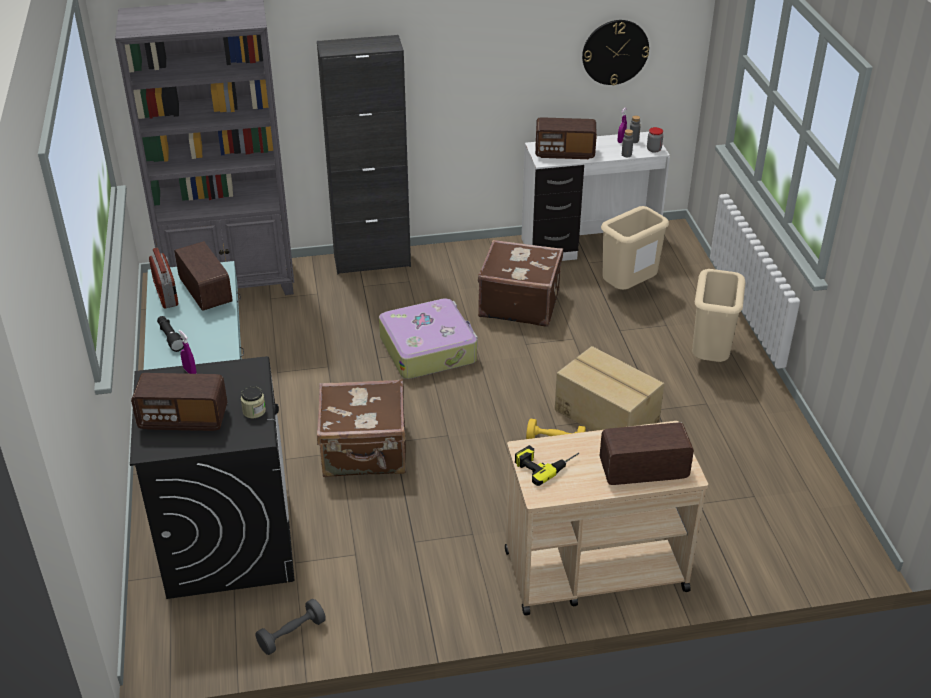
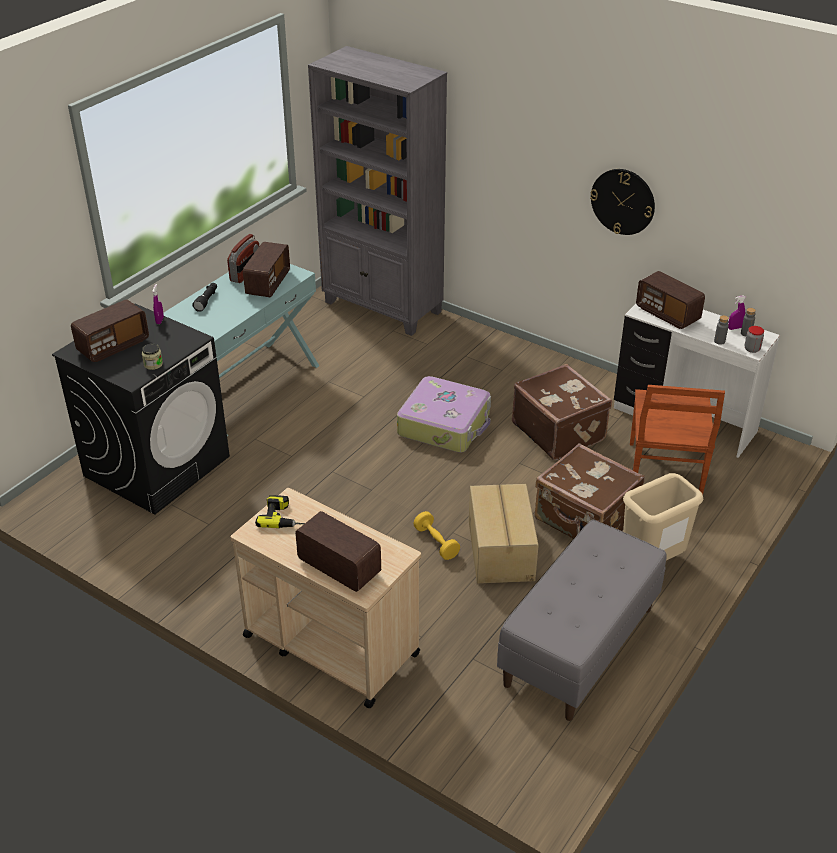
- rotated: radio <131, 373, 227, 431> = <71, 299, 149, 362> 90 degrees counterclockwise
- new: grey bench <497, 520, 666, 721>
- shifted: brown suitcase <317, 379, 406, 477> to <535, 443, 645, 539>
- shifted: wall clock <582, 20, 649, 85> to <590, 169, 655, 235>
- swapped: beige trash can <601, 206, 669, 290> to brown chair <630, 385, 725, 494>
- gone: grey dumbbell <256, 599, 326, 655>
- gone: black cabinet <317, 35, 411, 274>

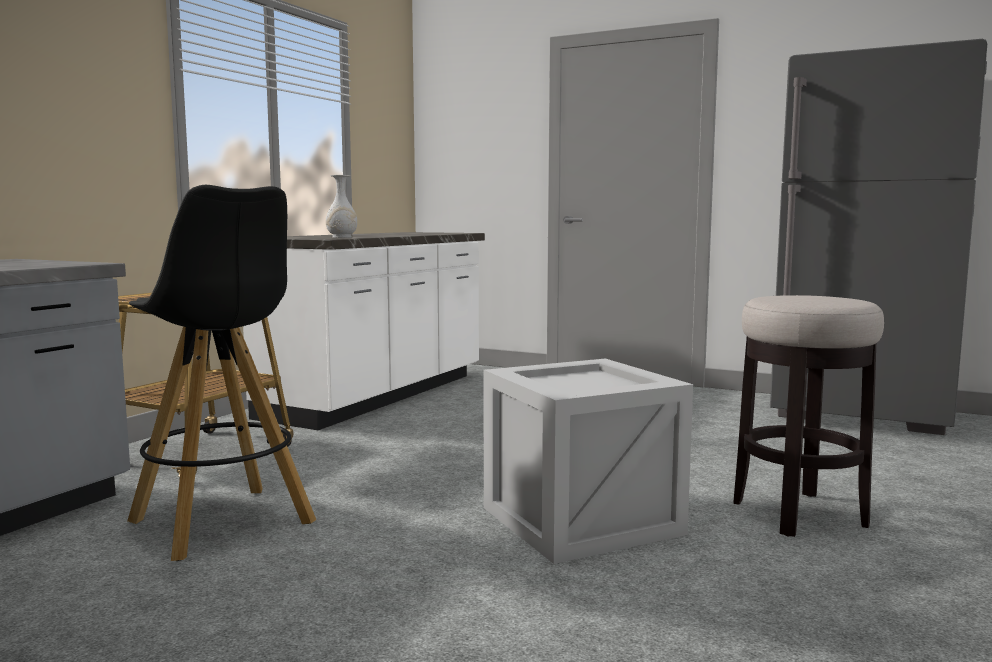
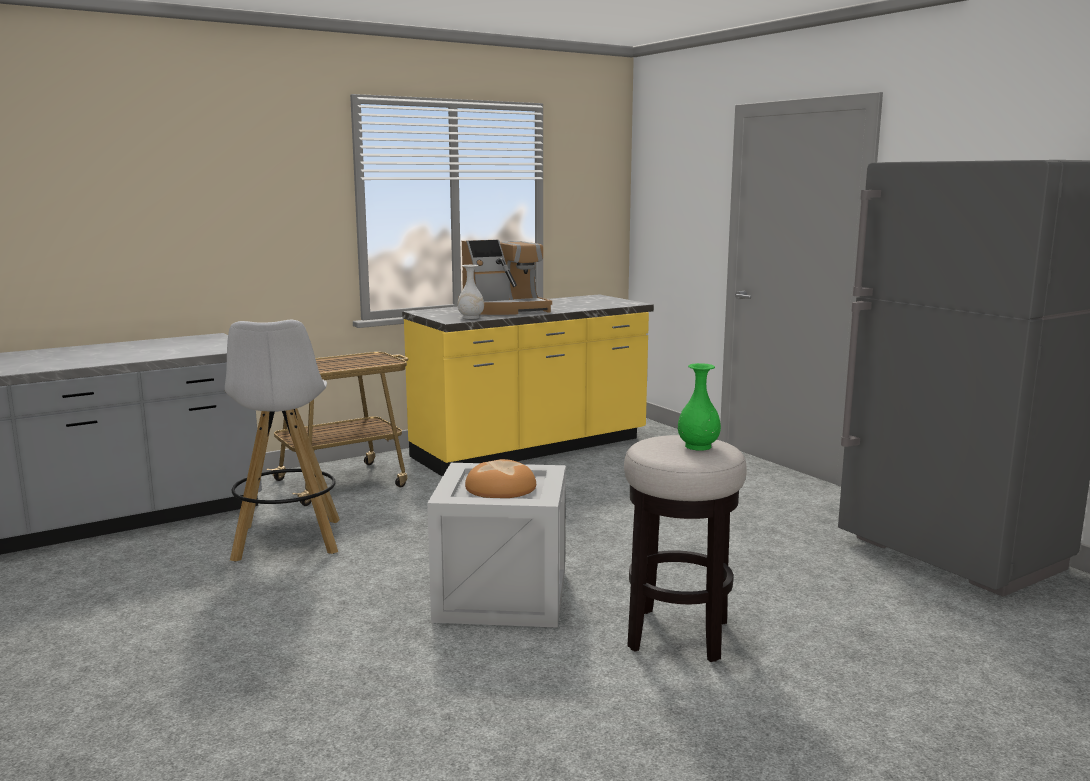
- repainted: black stool <128, 185, 316, 561> to white stool <225, 320, 340, 561>
- repainted: white counter <243, 232, 485, 430> to yellow counter <402, 294, 654, 476>
- new: coffee machine <458, 240, 552, 315>
- new: bread <465, 459, 536, 498>
- new: green vase <678, 363, 721, 451>

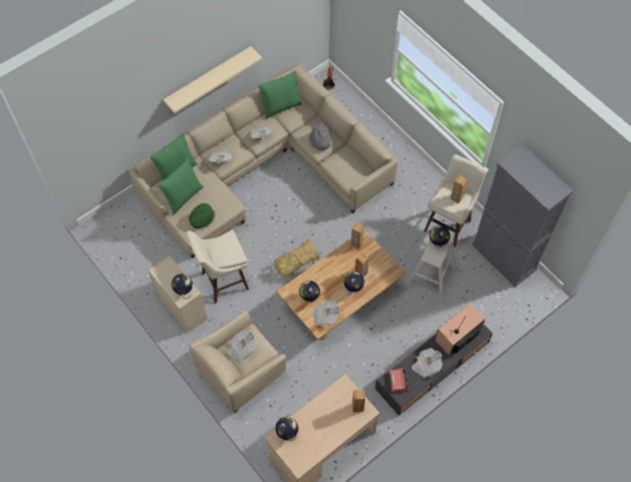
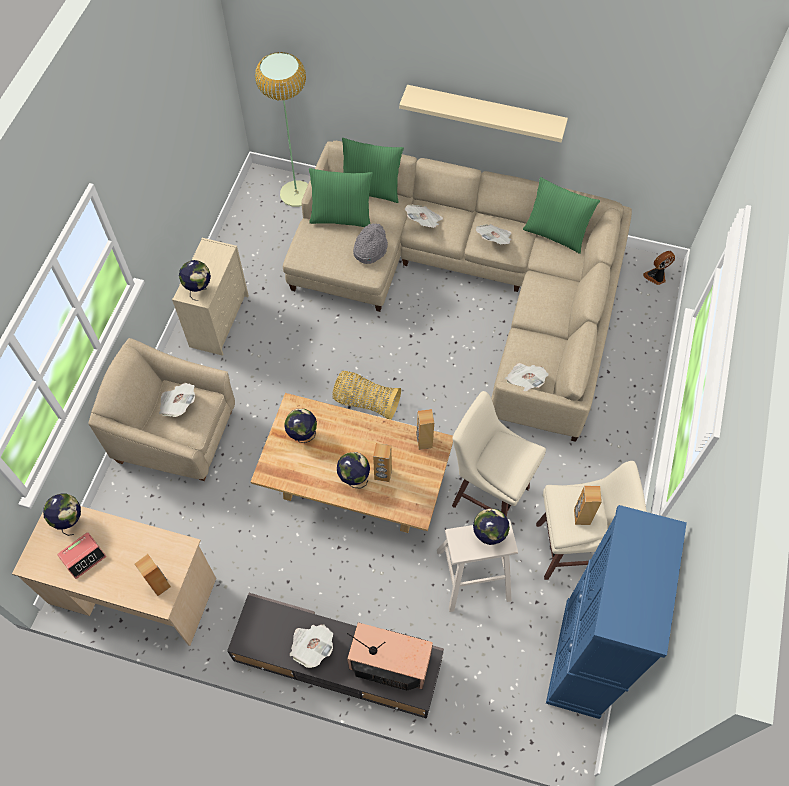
- shifted: alarm clock <389, 368, 410, 392> to <57, 532, 106, 579>
- new: floor lamp <255, 52, 308, 207>
- shifted: grey hat <309, 123, 331, 150> to <353, 223, 388, 264>
- shifted: beige stool <186, 230, 249, 303> to <452, 391, 546, 517>
- shifted: newspaper <312, 301, 340, 326> to <504, 363, 549, 391>
- repainted: grey cabinet <472, 145, 573, 287> to blue cabinet <546, 505, 687, 719>
- gone: green hat <189, 203, 215, 229>

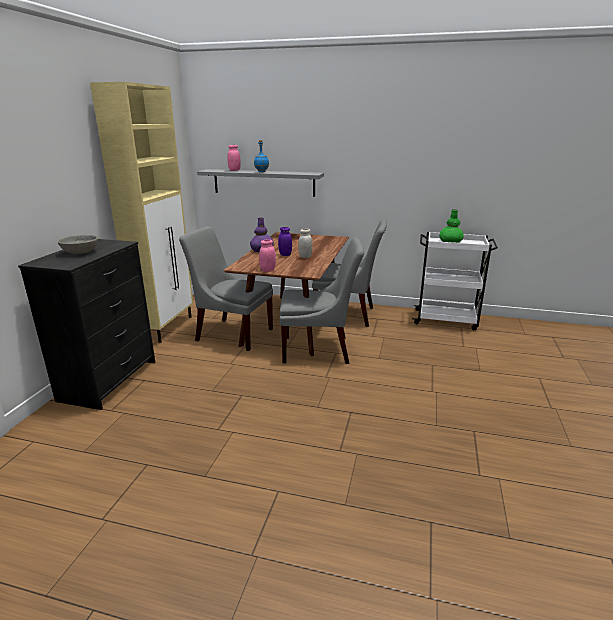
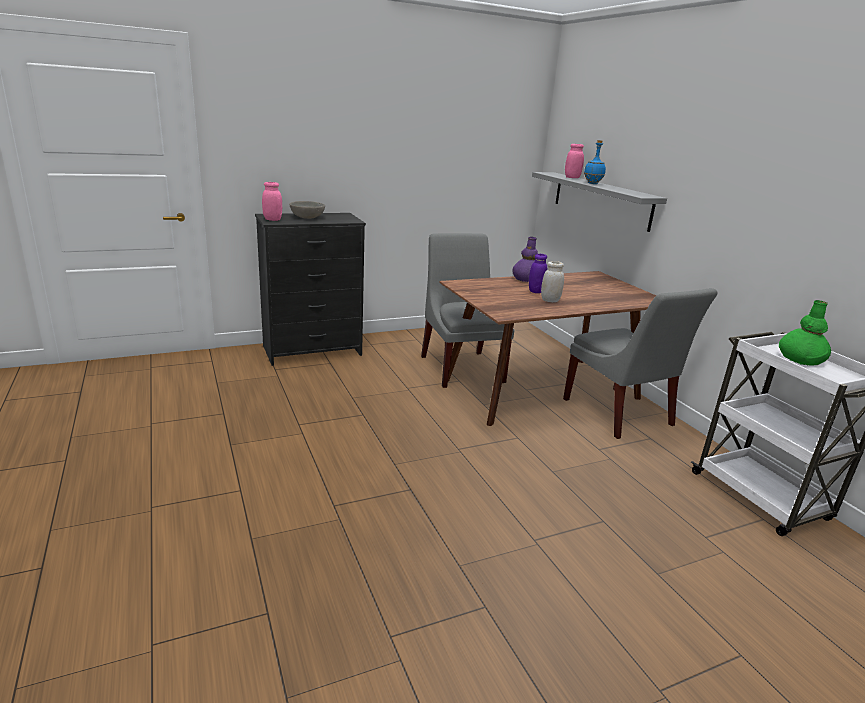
- shifted: pink jar <259, 239, 276, 272> to <262, 182, 282, 221>
- gone: beige cabinet <90, 82, 193, 343>
- gone: grey chair <280, 237, 364, 364>

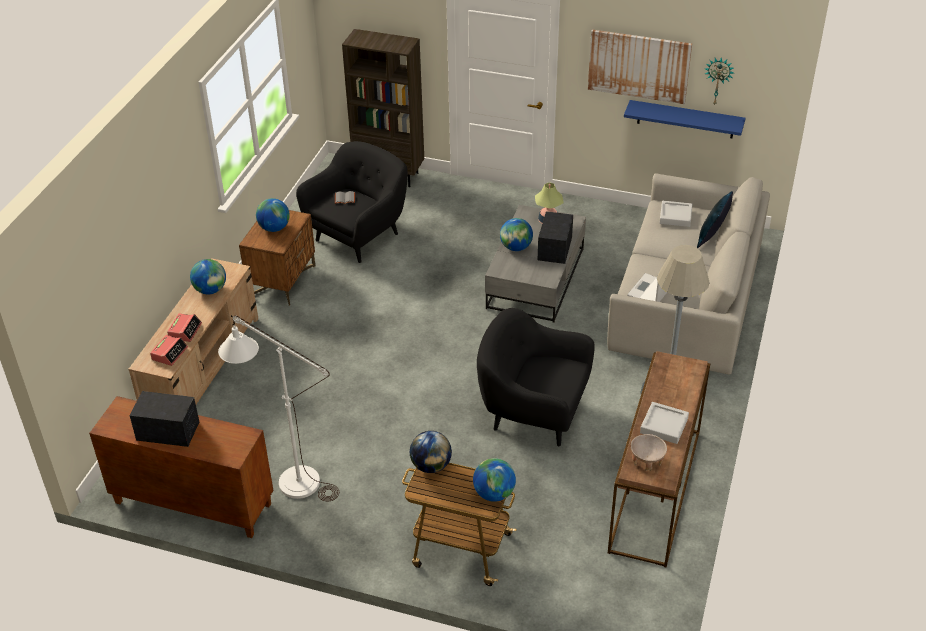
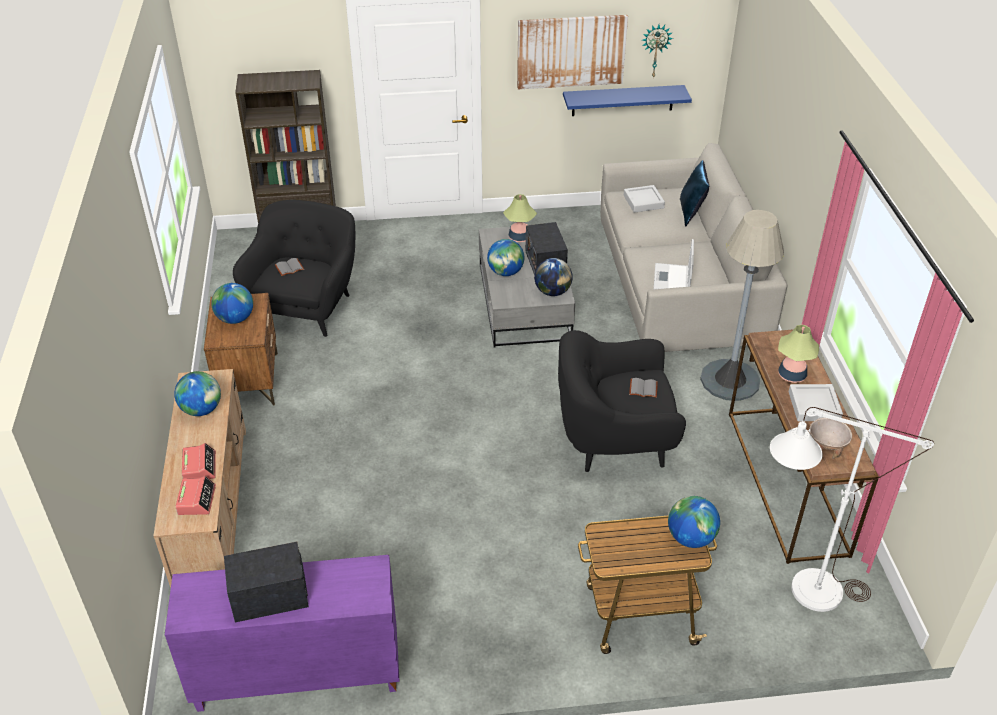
- repainted: brown cabinet <89, 396, 273, 538> to purple cabinet <165, 555, 400, 712>
- shifted: globe <410, 431, 452, 473> to <534, 258, 573, 296>
- new: grey book <629, 378, 658, 398>
- shifted: white floor lamp <218, 316, 339, 501> to <770, 407, 934, 612>
- new: table lamp <778, 325, 819, 383>

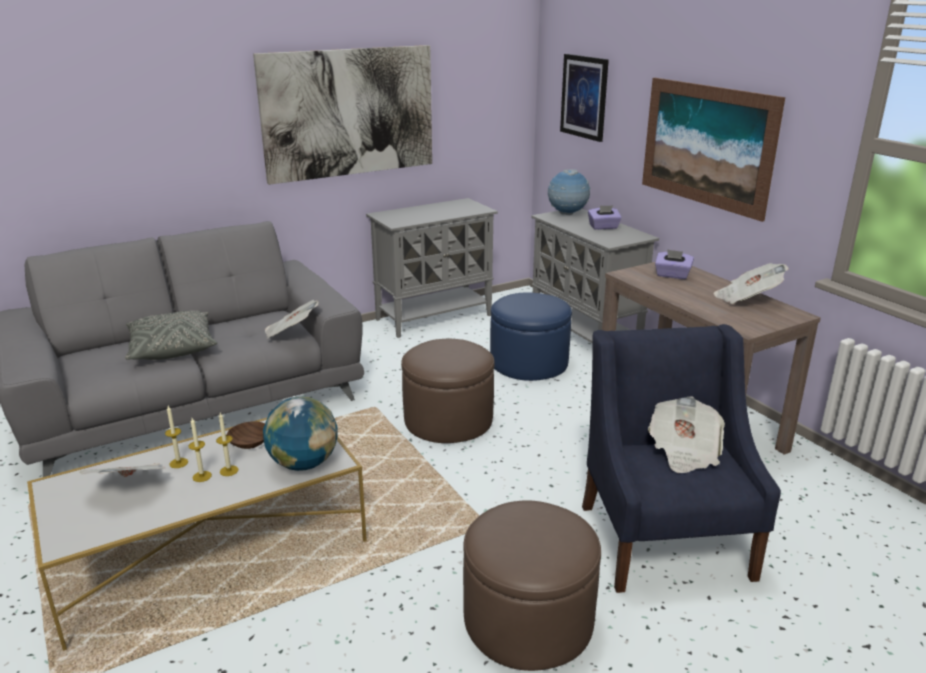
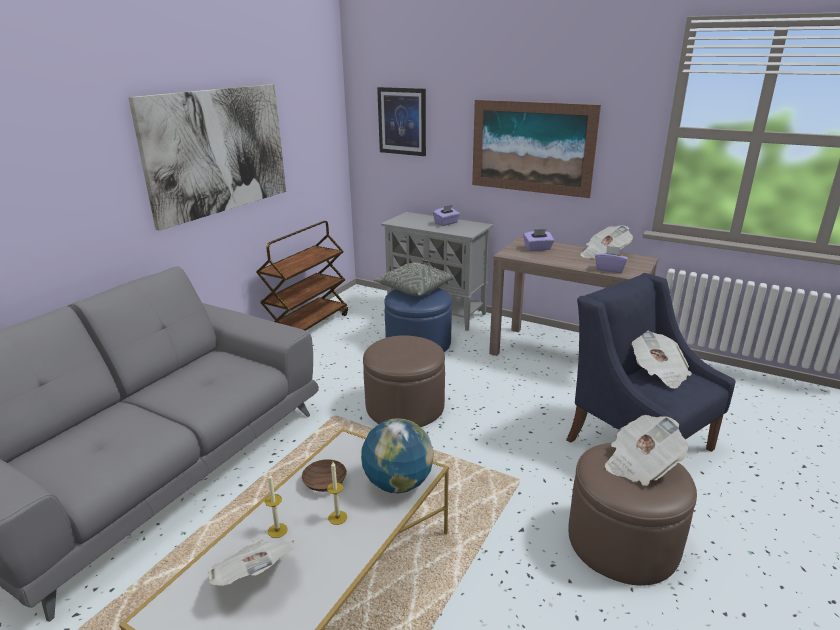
- swapped: grey cabinet <366, 198, 498, 338> to brown cart <256, 221, 348, 331>
- shifted: grey pillow <125, 311, 217, 360> to <374, 262, 454, 296>
- new: purple tissue box <595, 246, 628, 273>
- shifted: newspaper <265, 300, 319, 339> to <605, 415, 688, 486>
- gone: candle <188, 418, 212, 482>
- gone: globe <547, 169, 590, 215>

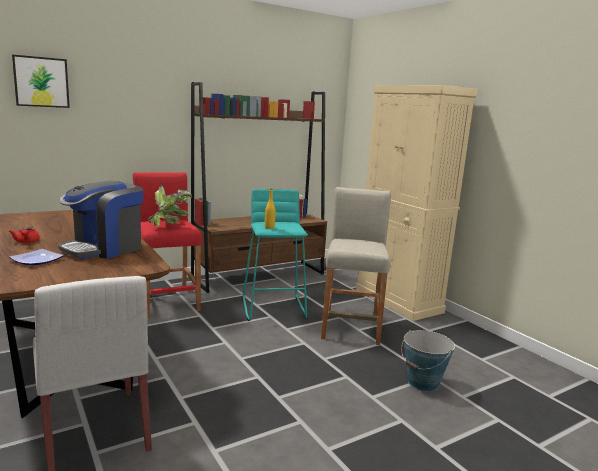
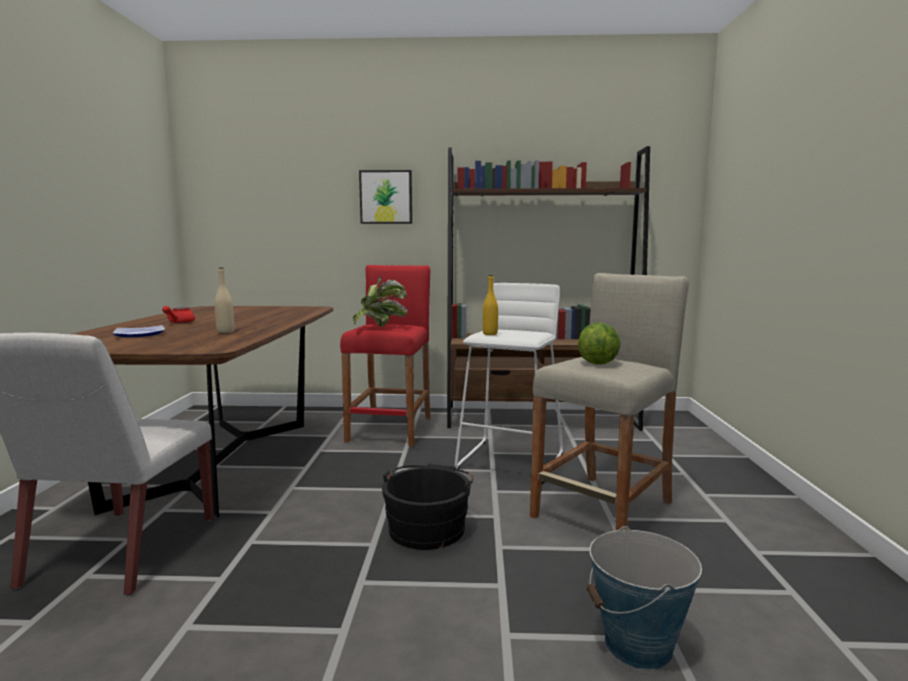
- swapped: coffee machine <58, 181, 143, 259> to beige bottle <215, 267, 234, 333>
- shifted: picture <12, 55, 70, 108> to <359, 170, 412, 224>
- new: black bucket <382, 464, 474, 550>
- repainted: turquoise stool <242, 189, 308, 321> to white stool <455, 283, 563, 484>
- new: lettuce <578, 322, 620, 365>
- gone: beige cabinet <356, 85, 478, 321>

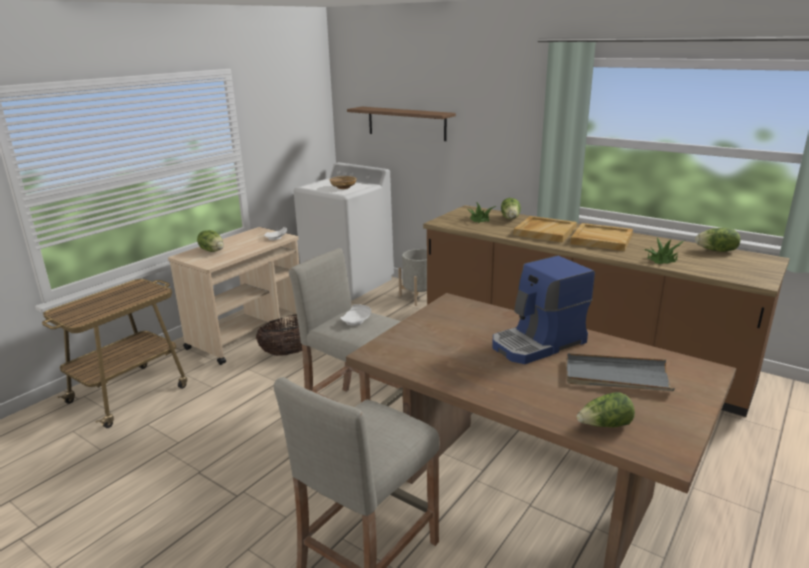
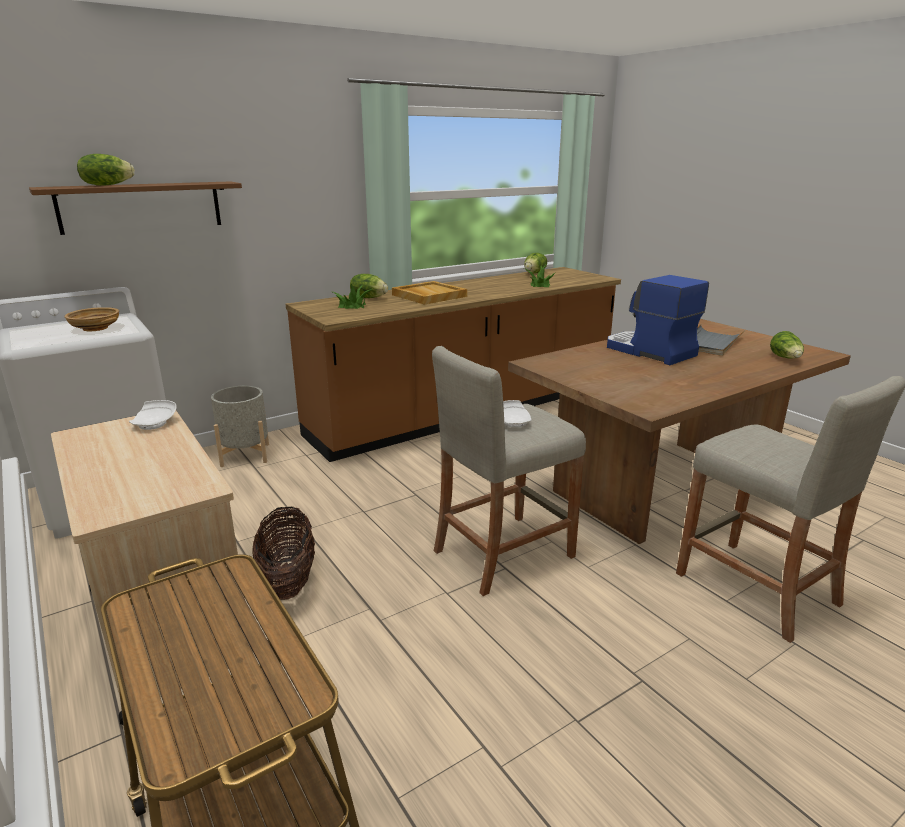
- shifted: lettuce <197, 230, 224, 252> to <77, 154, 135, 186>
- rotated: coffee machine <493, 256, 595, 364> = <607, 275, 709, 365> 150 degrees clockwise
- gone: beige tray <570, 223, 633, 251>

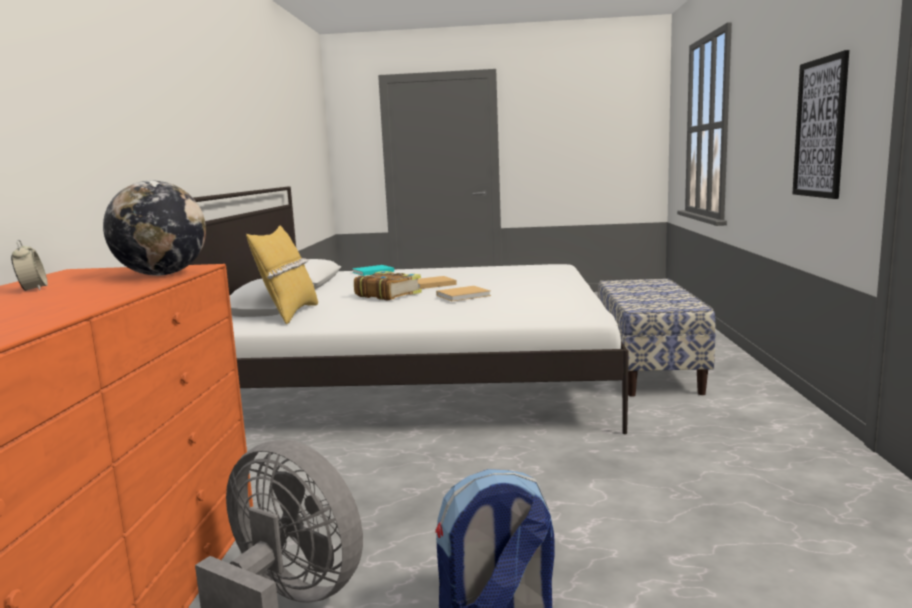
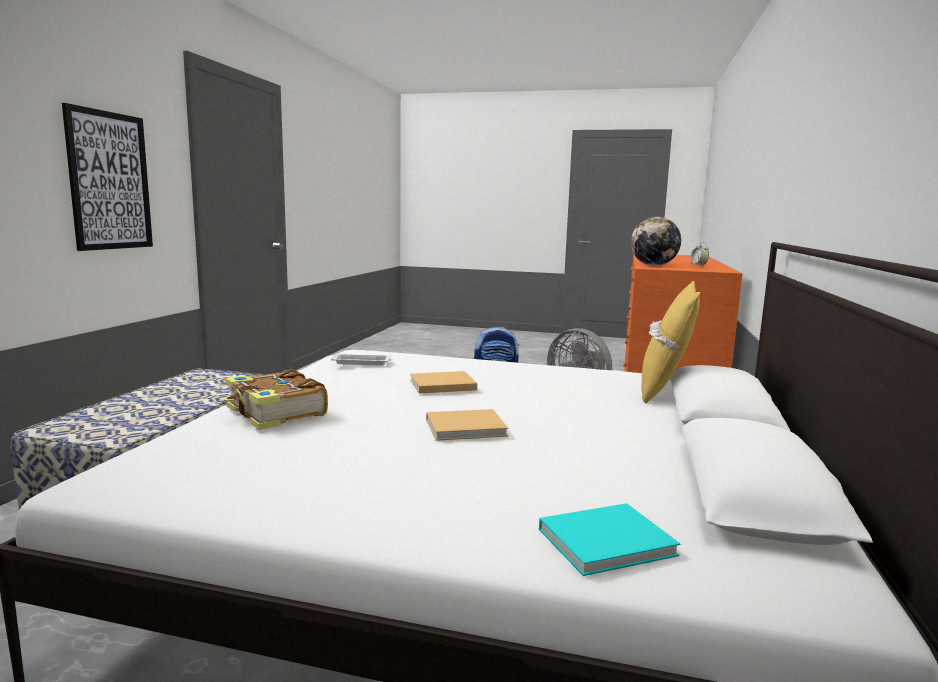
- shifted: book <354, 271, 422, 300> to <224, 369, 328, 430>
- new: white tray <331, 353, 392, 366>

